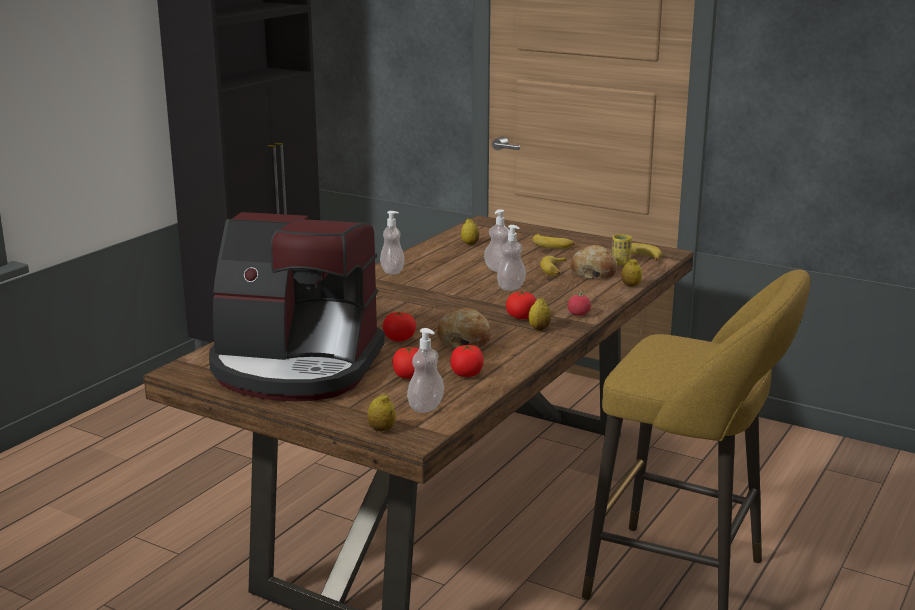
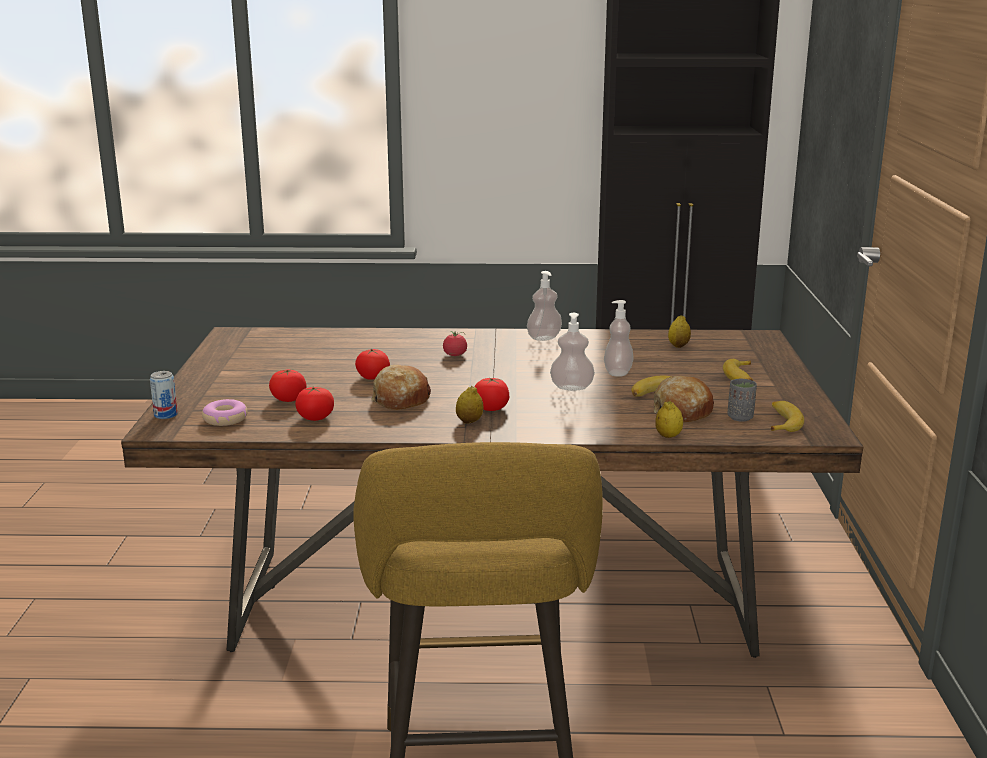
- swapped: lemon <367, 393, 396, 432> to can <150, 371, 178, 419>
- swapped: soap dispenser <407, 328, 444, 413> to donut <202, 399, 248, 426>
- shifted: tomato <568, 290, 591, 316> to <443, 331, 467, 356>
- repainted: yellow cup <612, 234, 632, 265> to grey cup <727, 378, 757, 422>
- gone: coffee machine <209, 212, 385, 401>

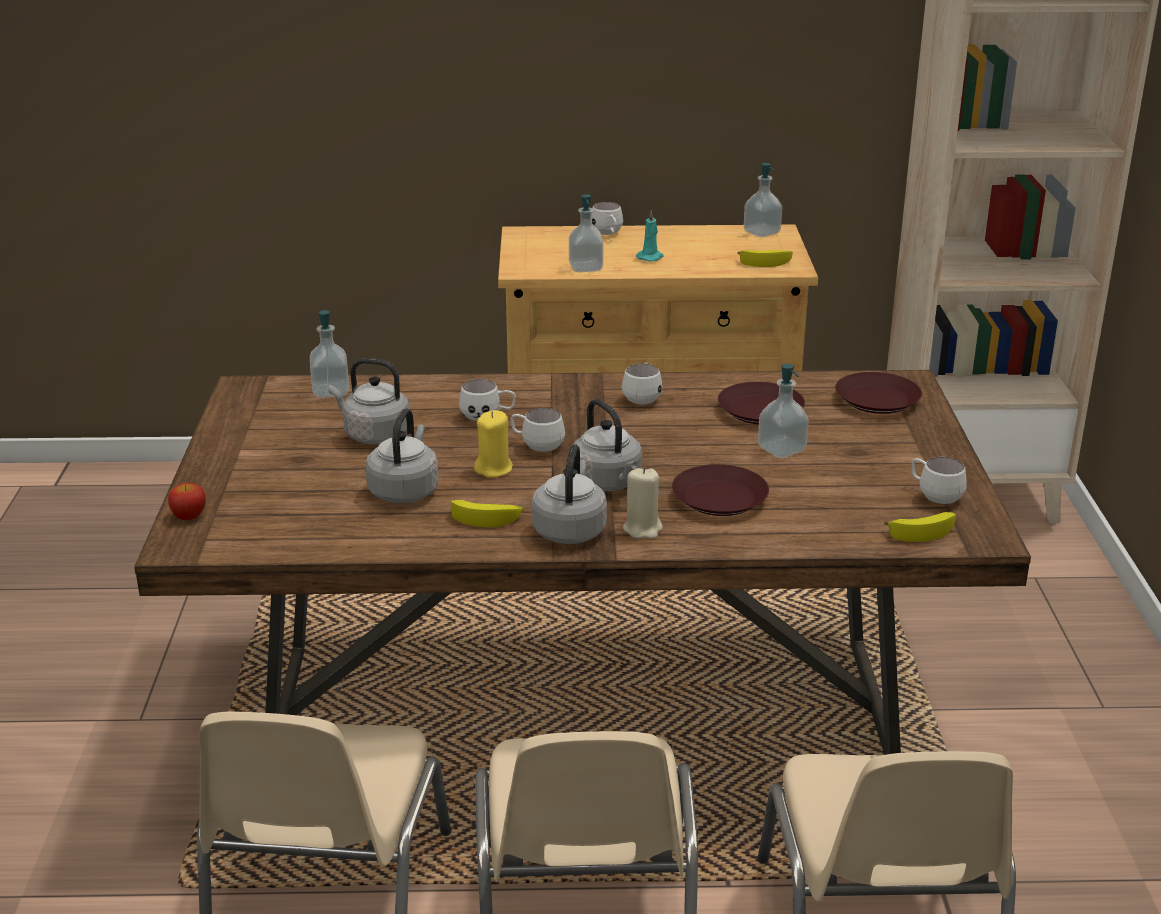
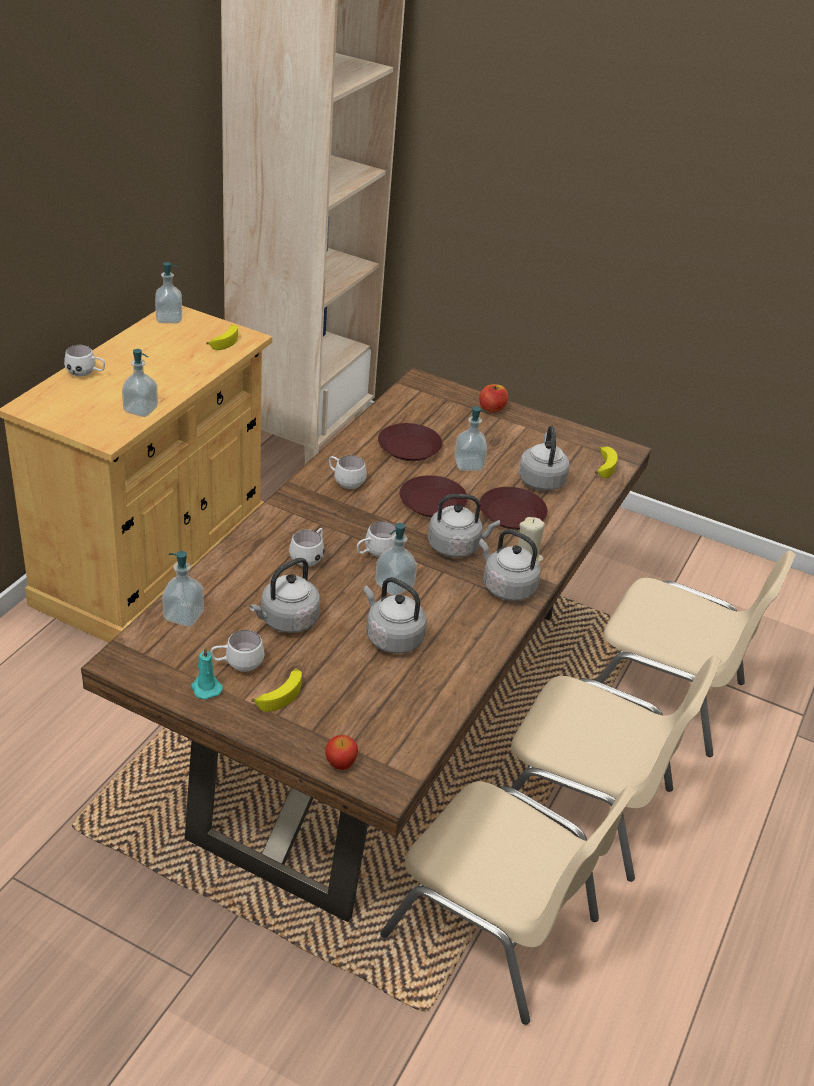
- shifted: turquoise candle <636, 210, 664, 262> to <191, 646, 223, 699>
- shifted: white mug <911, 457, 967, 504> to <210, 630, 265, 672>
- shifted: banana <451, 499, 524, 527> to <251, 668, 302, 712>
- swapped: yellow candle <474, 410, 513, 478> to soap dispenser <375, 523, 417, 595>
- shifted: brown plate <835, 372, 922, 414> to <399, 475, 468, 517>
- new: apple <479, 384, 508, 413>
- new: grey kettle <518, 425, 570, 491>

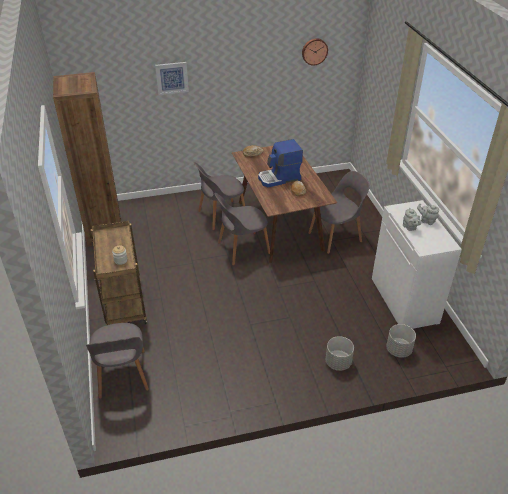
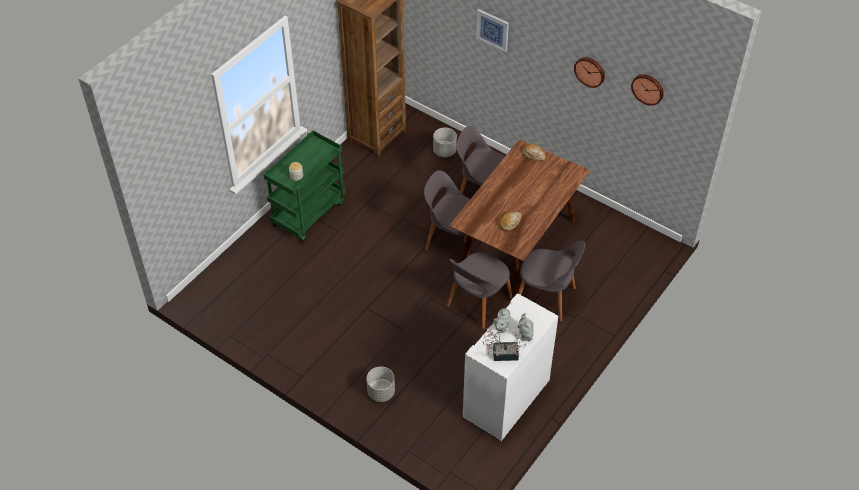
- repainted: brown cart <91, 221, 147, 325> to green cart <264, 131, 346, 243>
- shifted: grey planter <386, 324, 416, 358> to <433, 128, 457, 157>
- shifted: grey chair <86, 323, 149, 399> to <447, 253, 512, 329>
- new: potted plant <483, 326, 526, 361>
- new: wall clock <574, 57, 605, 88>
- gone: coffee machine <258, 139, 303, 187>

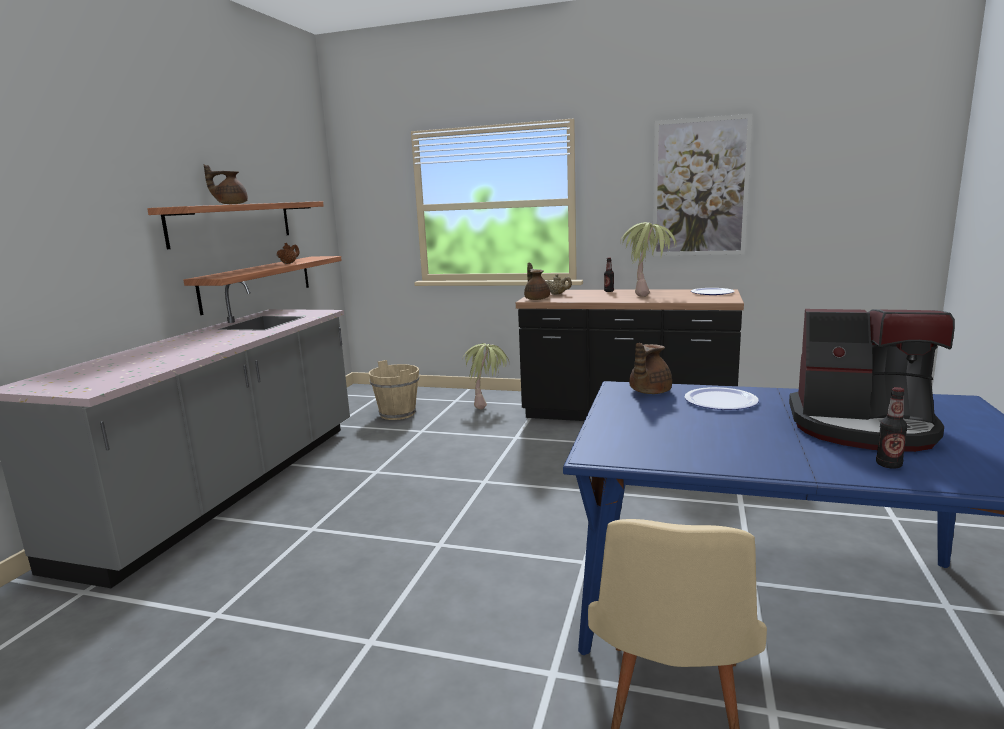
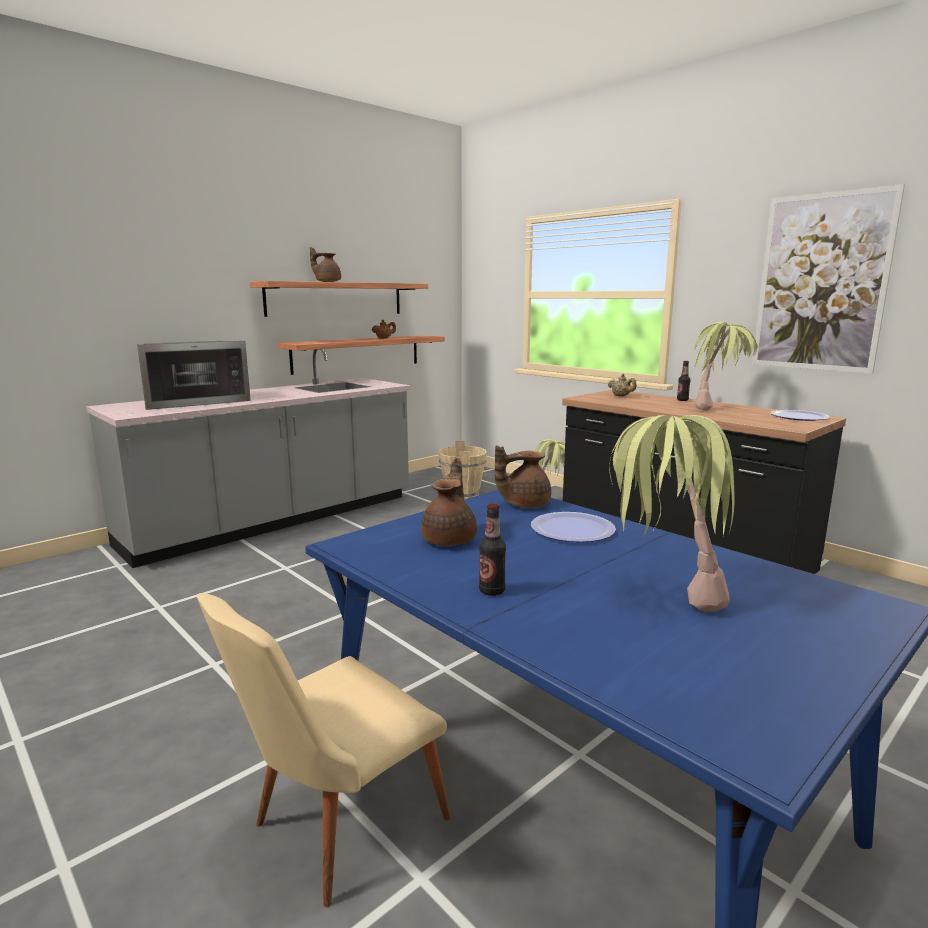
- new: microwave <137, 341, 251, 410>
- shifted: brown teapot <524, 262, 550, 300> to <421, 458, 477, 546>
- shifted: bottle <876, 387, 908, 469> to <479, 504, 506, 596>
- swapped: coffee machine <789, 309, 955, 452> to potted plant <609, 415, 735, 612>

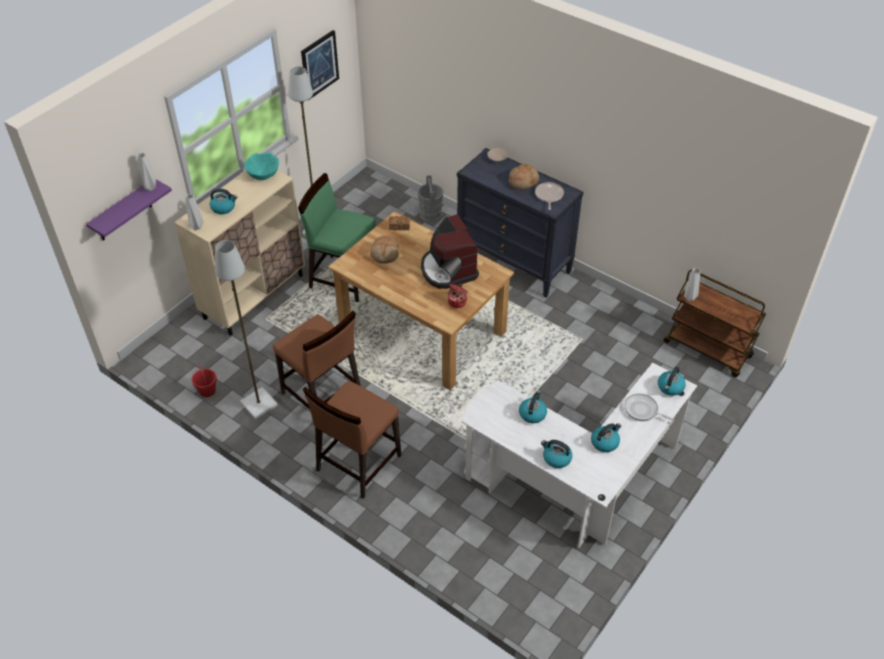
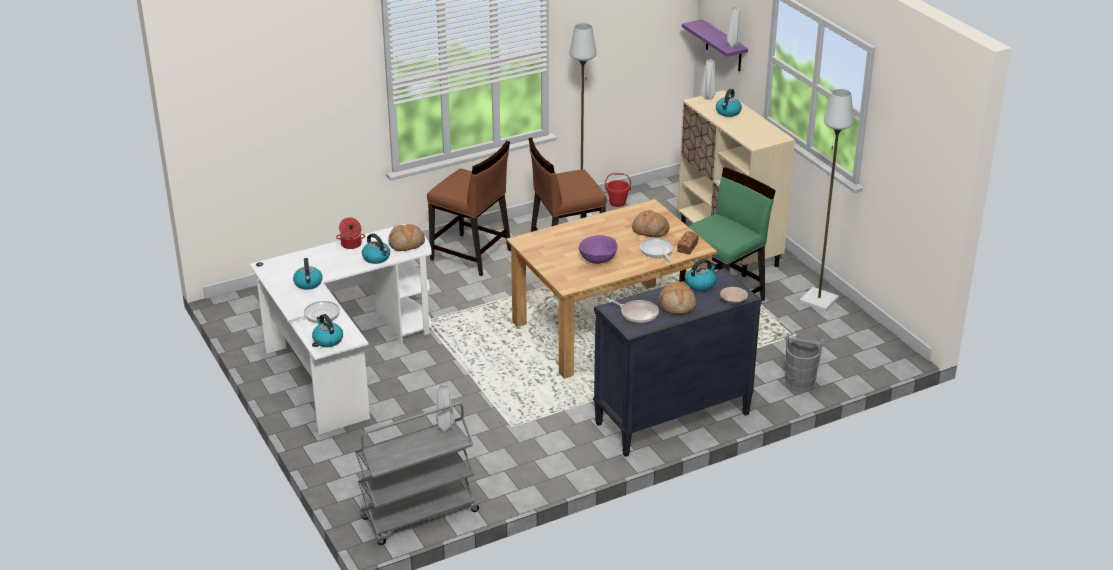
- shifted: cooking pot <448, 283, 468, 308> to <336, 217, 365, 249>
- repainted: brown cart <664, 269, 766, 377> to grey cart <355, 402, 479, 545>
- new: bread <388, 224, 425, 251>
- rotated: brown chair <303, 381, 401, 499> = <427, 141, 511, 276> 150 degrees clockwise
- swapped: coffee machine <421, 214, 479, 289> to purple bowl <579, 235, 618, 264>
- new: frying pan <640, 238, 674, 263>
- shifted: kettle <541, 440, 572, 468> to <685, 259, 717, 291>
- gone: turquoise bowl <244, 152, 279, 180>
- gone: picture <301, 30, 339, 100>

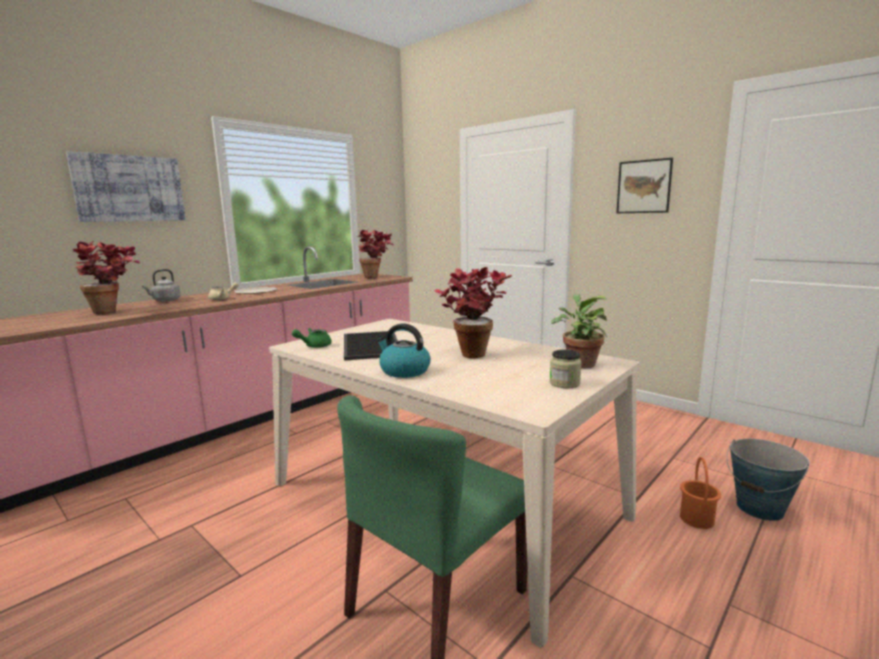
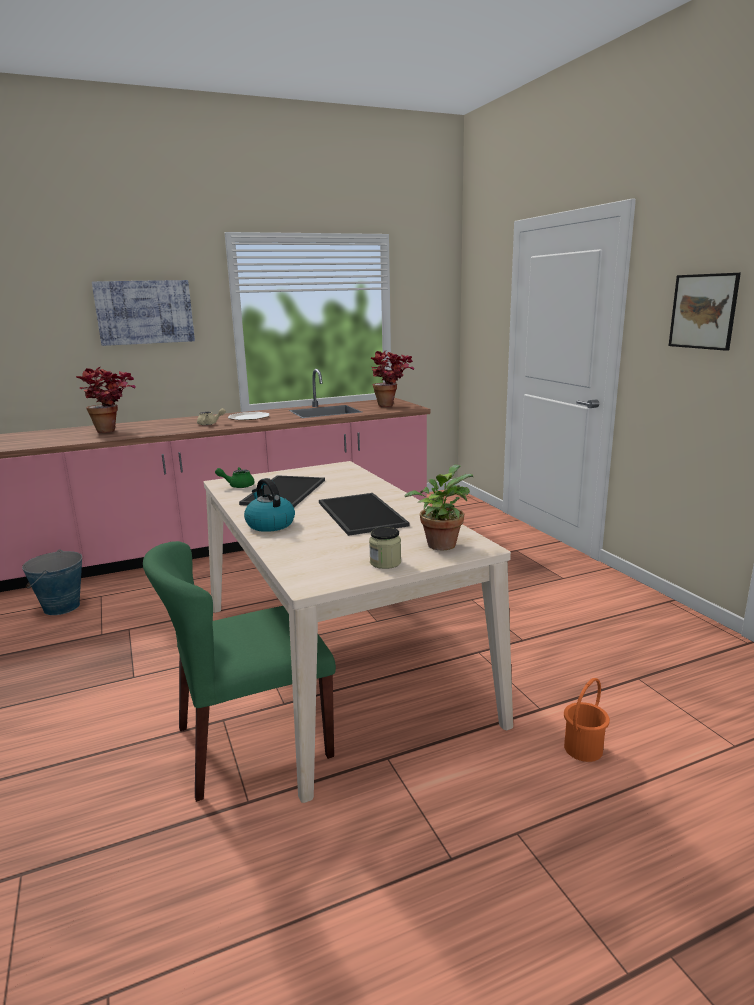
- shifted: bucket <726, 439, 810, 521> to <22, 549, 82, 615>
- swapped: potted plant <434, 267, 512, 358> to tray <319, 493, 410, 536>
- gone: grey kettle <142, 269, 181, 302>

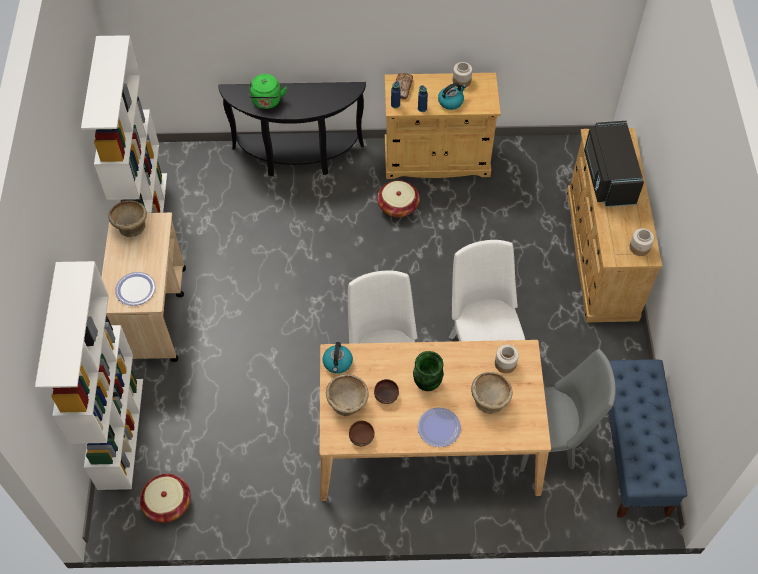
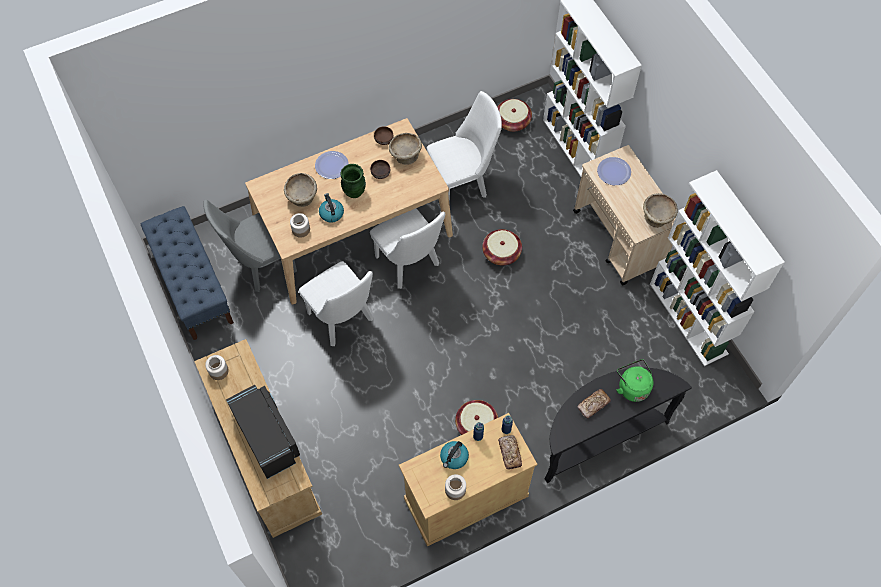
- shifted: kettle <323, 342, 353, 374> to <319, 193, 344, 223>
- new: white chair <427, 91, 502, 204>
- new: basket <482, 229, 522, 265>
- new: bread <577, 389, 611, 418>

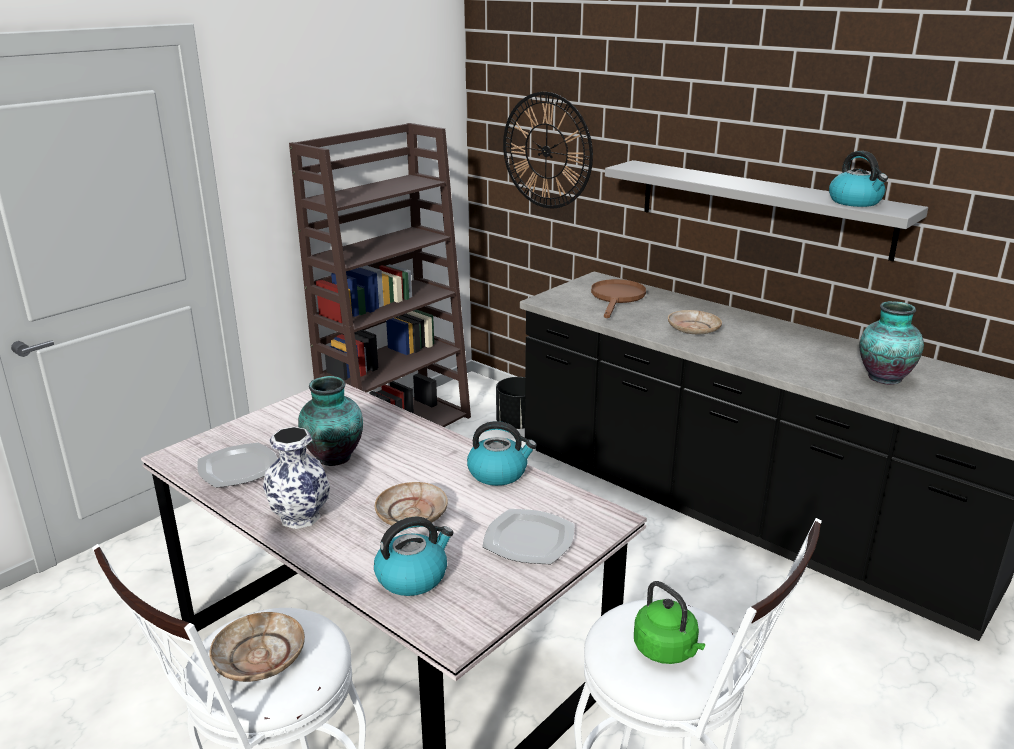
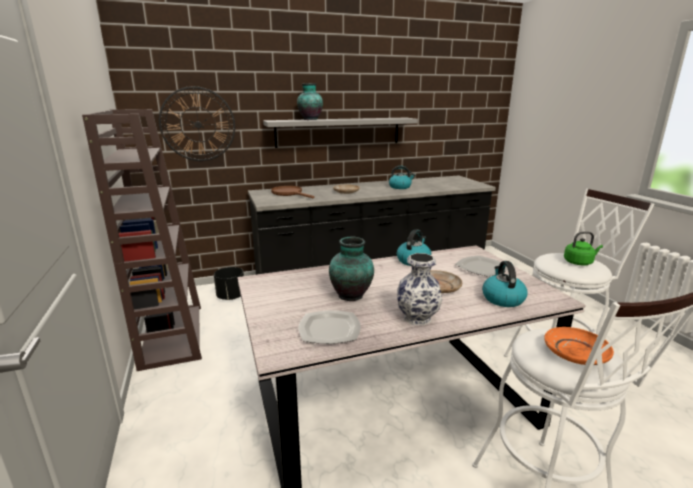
- shifted: vase <860, 301, 924, 385> to <297, 83, 323, 120>
- shifted: kettle <829, 151, 888, 207> to <389, 166, 415, 189>
- repainted: beige plate <209, 612, 305, 682> to orange plate <544, 327, 614, 365>

